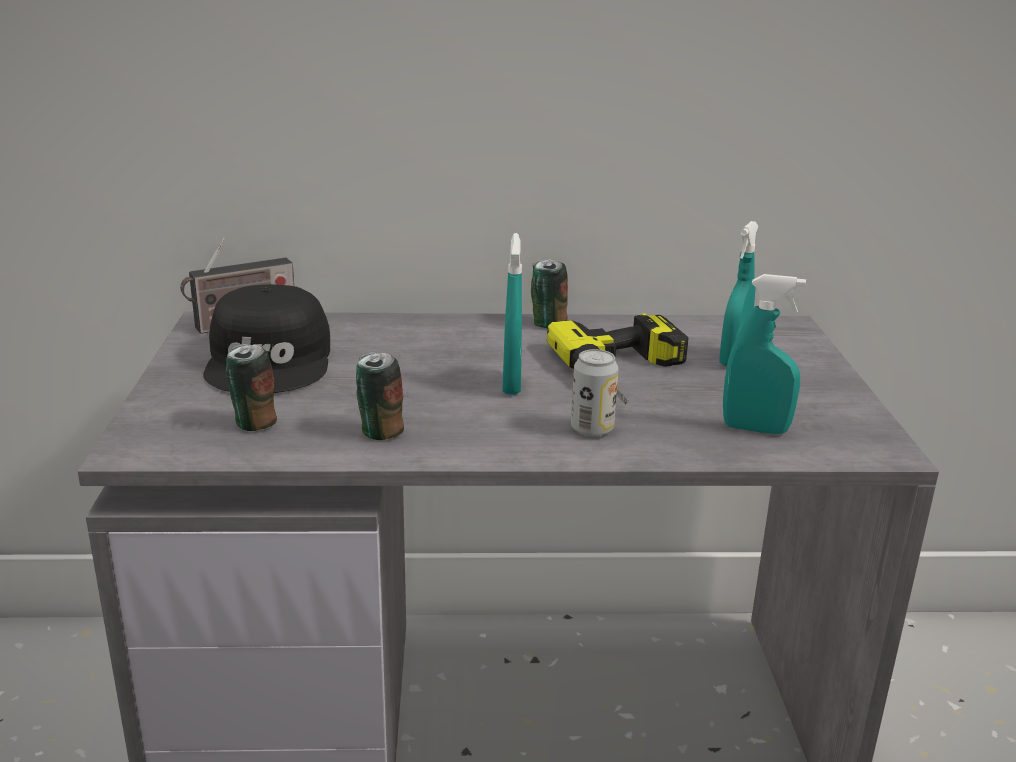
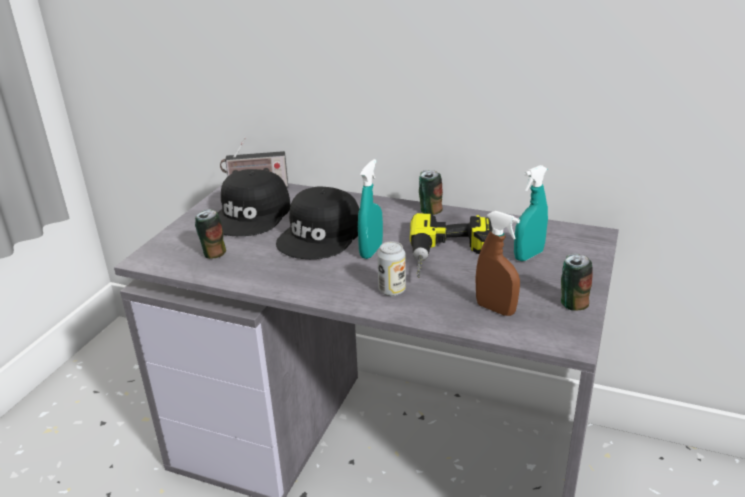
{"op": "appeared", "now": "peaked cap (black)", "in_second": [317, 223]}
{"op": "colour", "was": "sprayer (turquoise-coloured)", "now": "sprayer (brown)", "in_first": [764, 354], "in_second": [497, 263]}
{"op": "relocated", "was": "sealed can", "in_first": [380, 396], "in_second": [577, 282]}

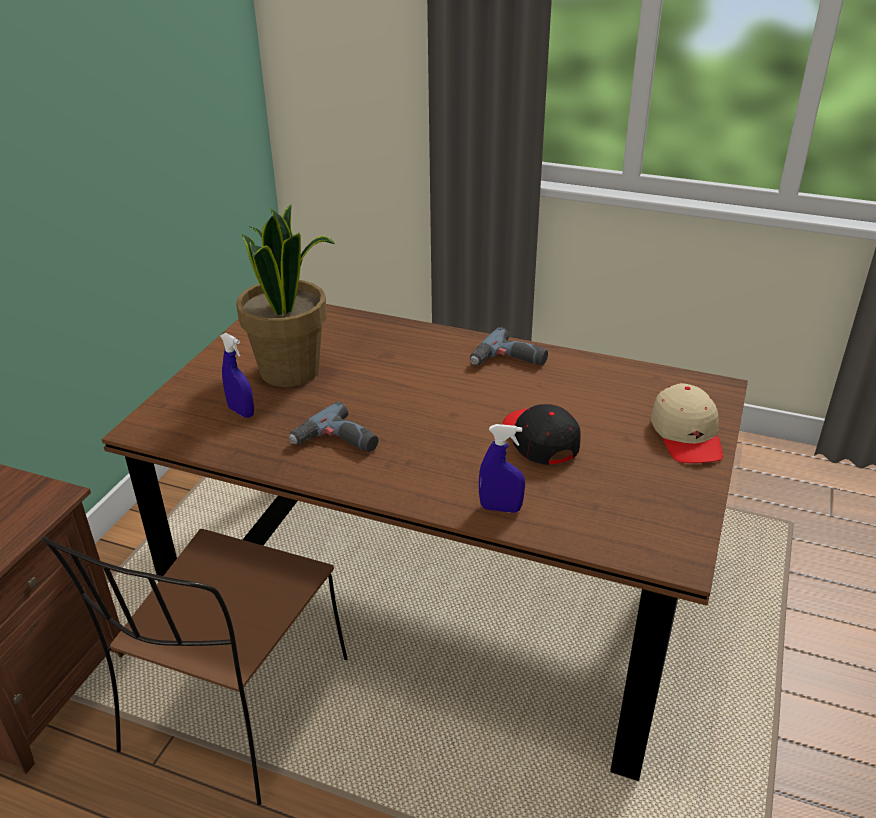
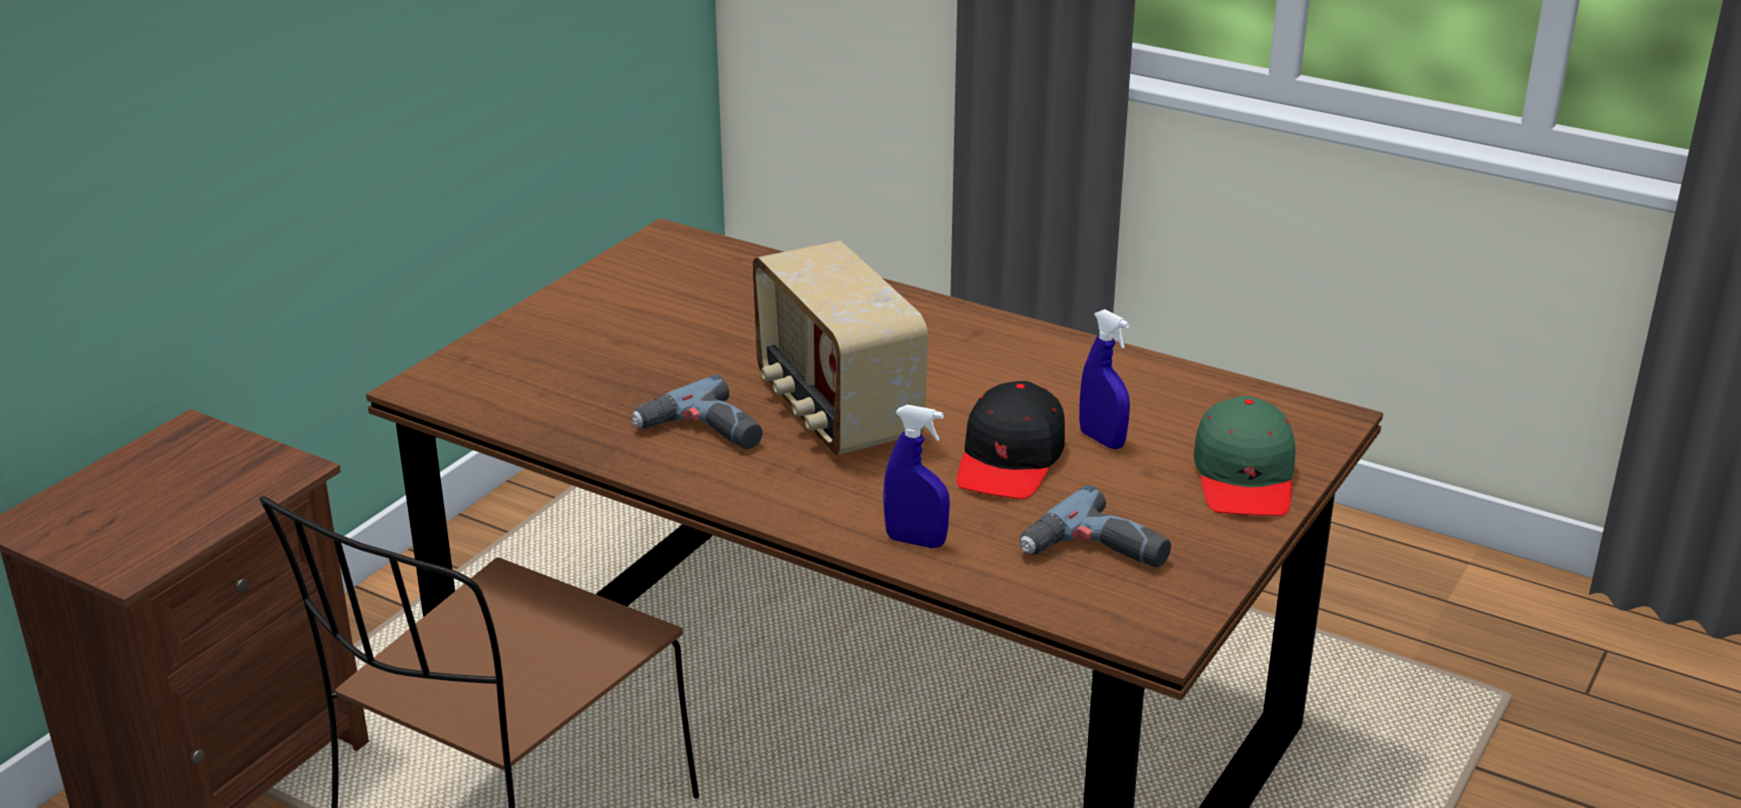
{"op": "appeared", "now": "radio receiver", "in_second": [840, 348]}
{"op": "spun", "was": "peaked cap (black)", "in_first": [542, 434], "in_second": [1011, 440], "clockwise": -150}
{"op": "relocated", "was": "electric drill", "in_first": [509, 346], "in_second": [1095, 526]}
{"op": "relocated", "was": "sprayer (blue-coloured)", "in_first": [237, 375], "in_second": [1104, 379]}
{"op": "colour", "was": "peaked cap (sand-coloured)", "now": "peaked cap (greenish)", "in_first": [687, 423], "in_second": [1244, 456]}
{"op": "missing", "was": "plant in a pot", "in_first": [285, 295]}

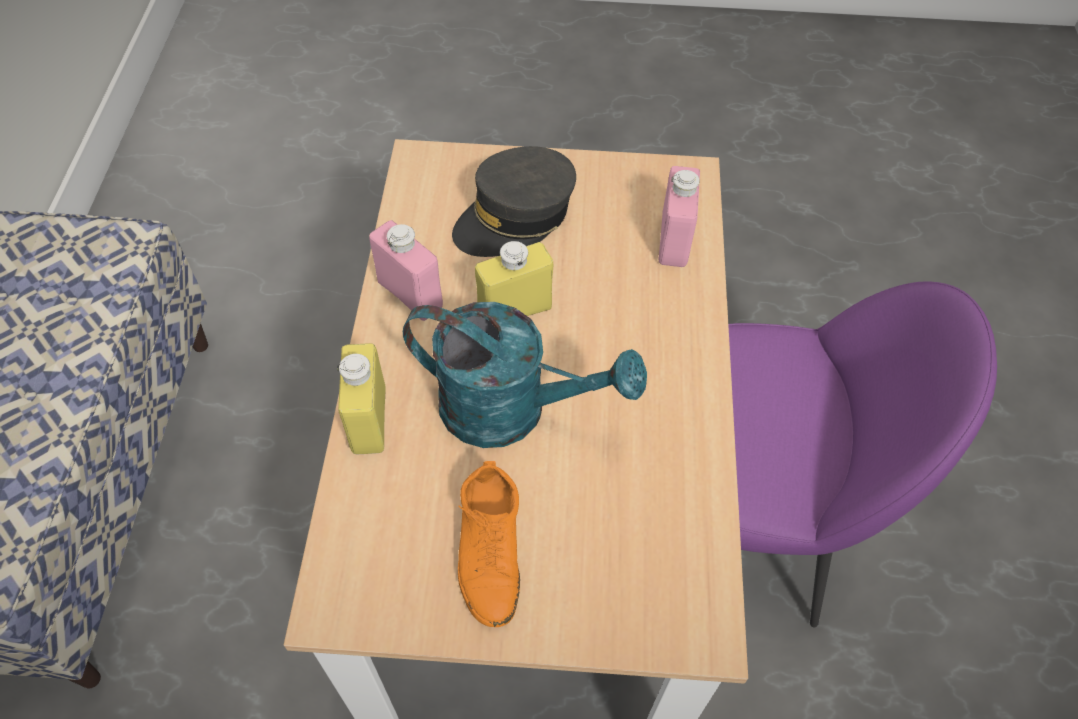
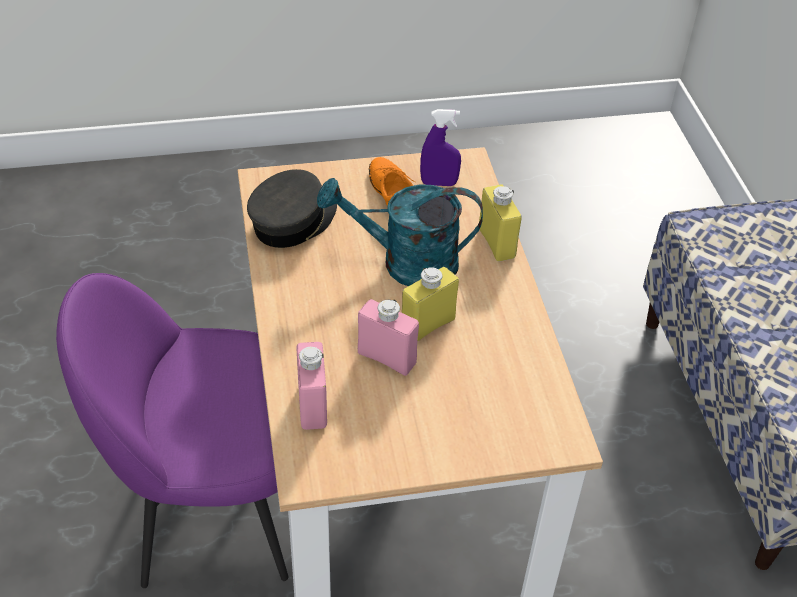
{"op": "relocated", "was": "peaked cap (grey)", "in_first": [514, 201], "in_second": [292, 208]}
{"op": "relocated", "was": "bottle (pink-coloured)", "in_first": [406, 270], "in_second": [388, 337]}
{"op": "appeared", "now": "sprayer (purple-coloured)", "in_second": [440, 147]}

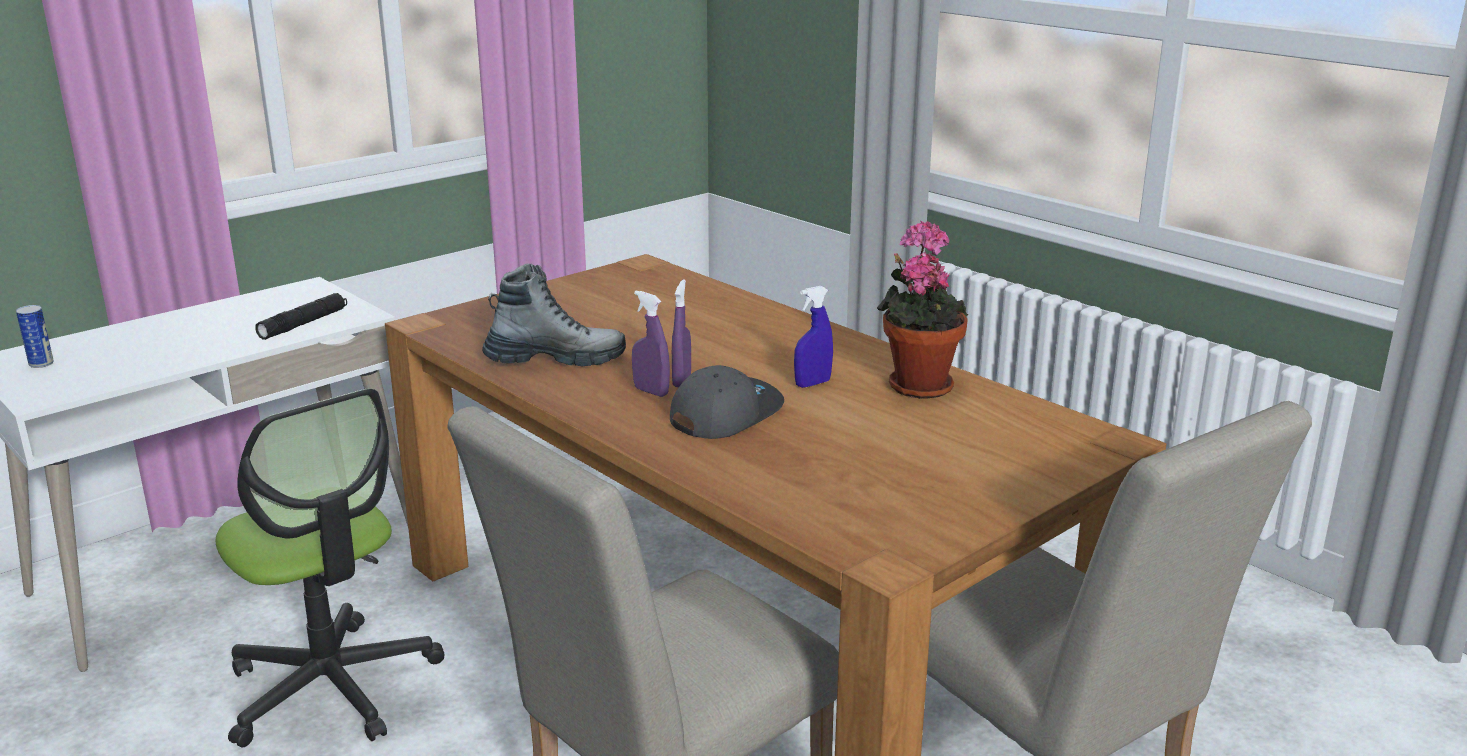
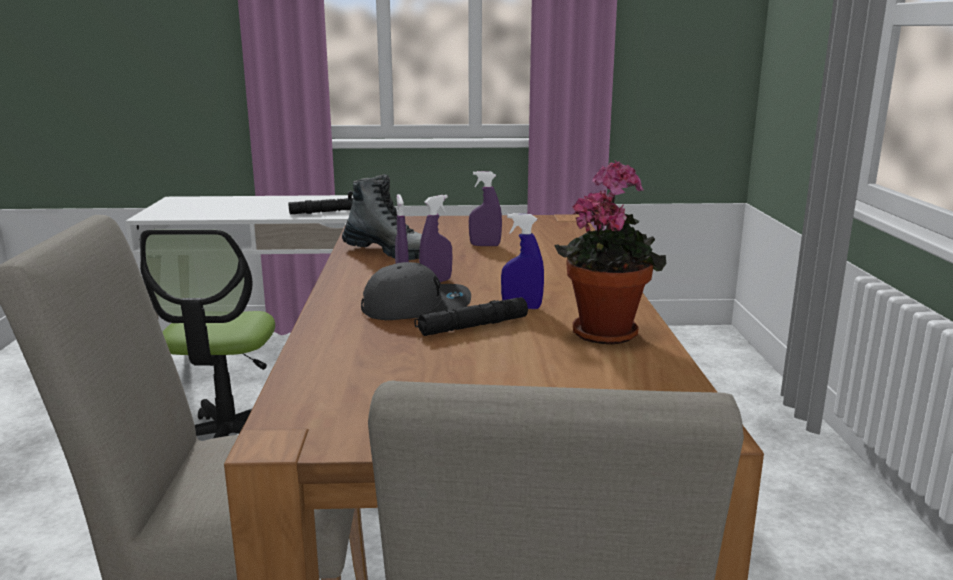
{"op": "appeared", "now": "torch (black)", "in_second": [471, 316]}
{"op": "appeared", "now": "sprayer (purple-coloured)", "in_second": [485, 208]}
{"op": "missing", "was": "sealed can", "in_first": [35, 336]}

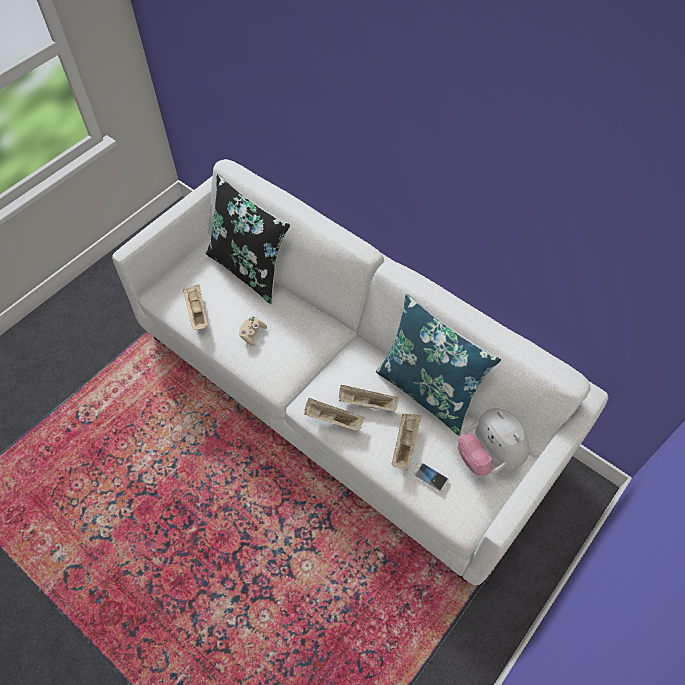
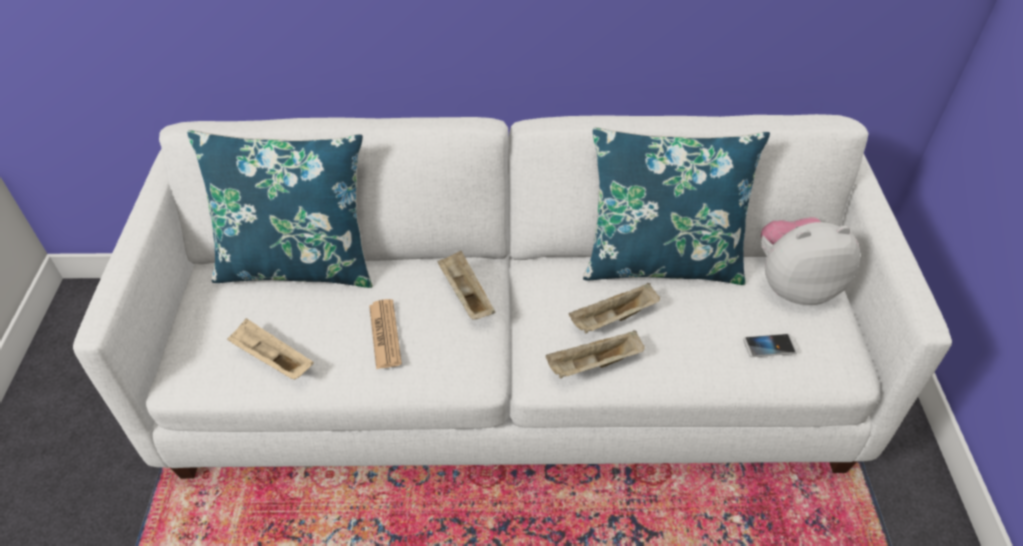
{"op": "colour", "was": "throw pillow (black)", "now": "throw pillow (blue-coloured)", "in_first": [247, 239], "in_second": [280, 209]}
{"op": "exchanged", "was": "game controller (sand-coloured)", "now": "newspaper", "in_first": [253, 331], "in_second": [385, 334]}
{"op": "relocated", "was": "tray (sand-coloured)", "in_first": [407, 442], "in_second": [466, 285]}
{"op": "spun", "was": "soft toy", "in_first": [494, 442], "in_second": [810, 261], "clockwise": 150}

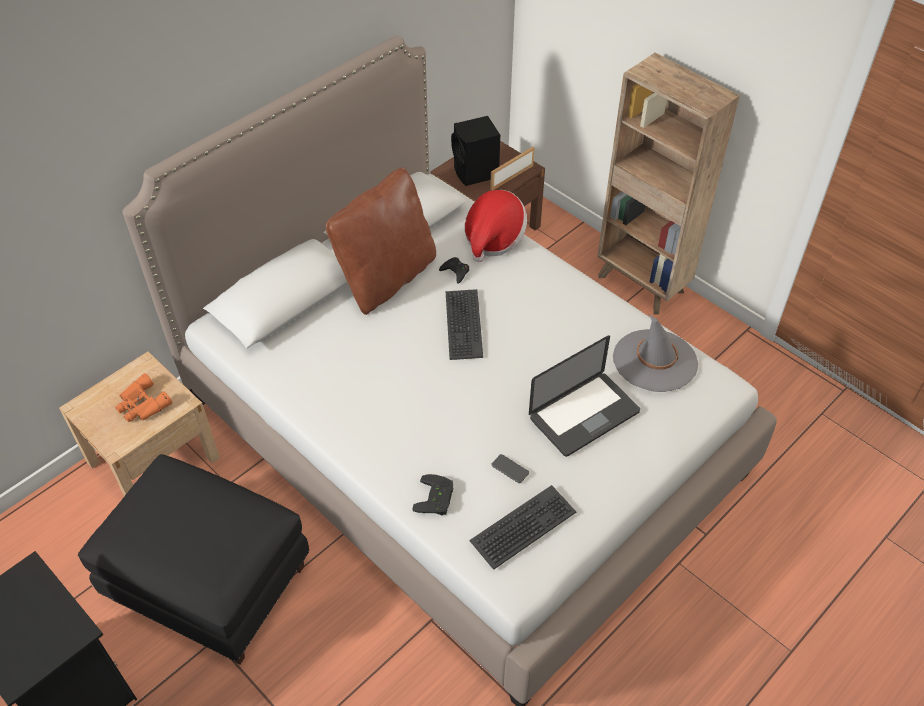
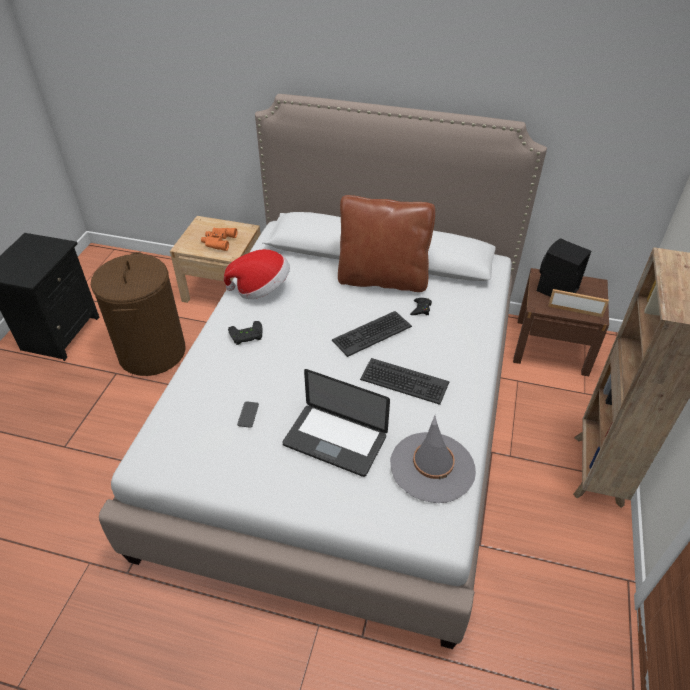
{"op": "exchanged", "was": "footrest (black)", "now": "washing basket (brown)", "in_first": [193, 559], "in_second": [138, 314]}
{"op": "relocated", "was": "clothing hat", "in_first": [496, 226], "in_second": [257, 274]}
{"op": "relocated", "was": "game controller (black)", "in_first": [432, 494], "in_second": [245, 333]}
{"op": "relocated", "was": "computer keyboard", "in_first": [523, 527], "in_second": [404, 381]}

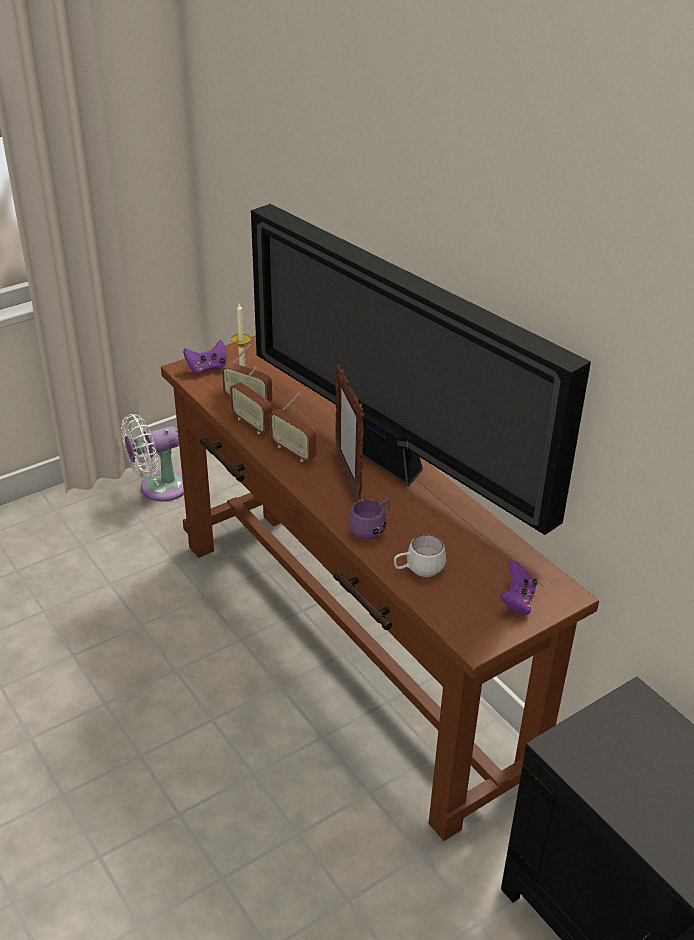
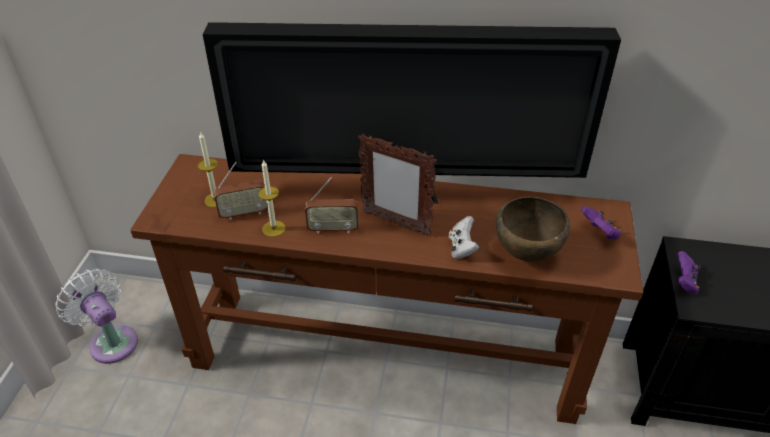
{"op": "spun", "was": "electric fan (white)", "in_first": [152, 458], "in_second": [96, 316], "clockwise": 120}
{"op": "exchanged", "was": "radio receiver", "now": "wax candle", "in_first": [251, 400], "in_second": [271, 198]}
{"op": "exchanged", "was": "mug (purple-coloured)", "now": "game controller (white)", "in_first": [369, 519], "in_second": [464, 237]}
{"op": "exchanged", "was": "mug (white)", "now": "deep dish (brown)", "in_first": [420, 556], "in_second": [533, 229]}
{"op": "relocated", "was": "game controller (purple-coloured)", "in_first": [205, 357], "in_second": [689, 272]}

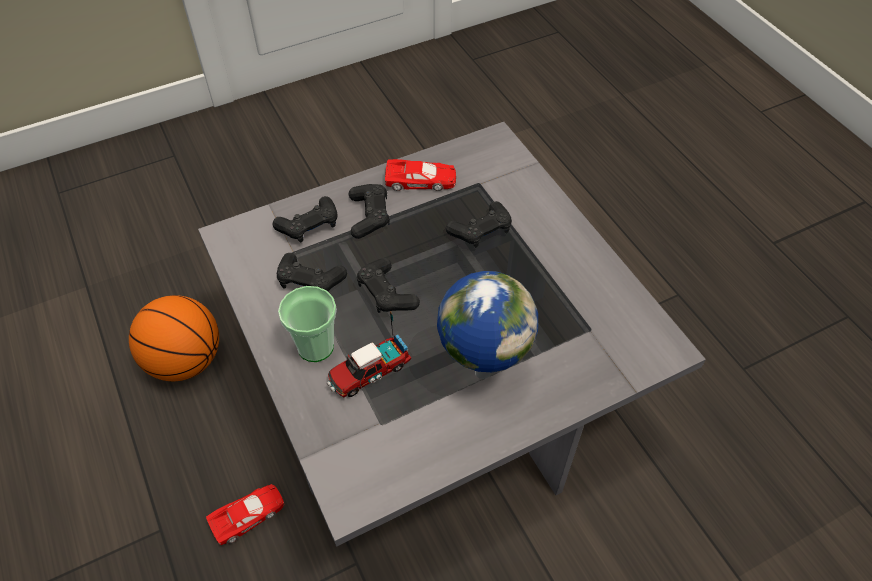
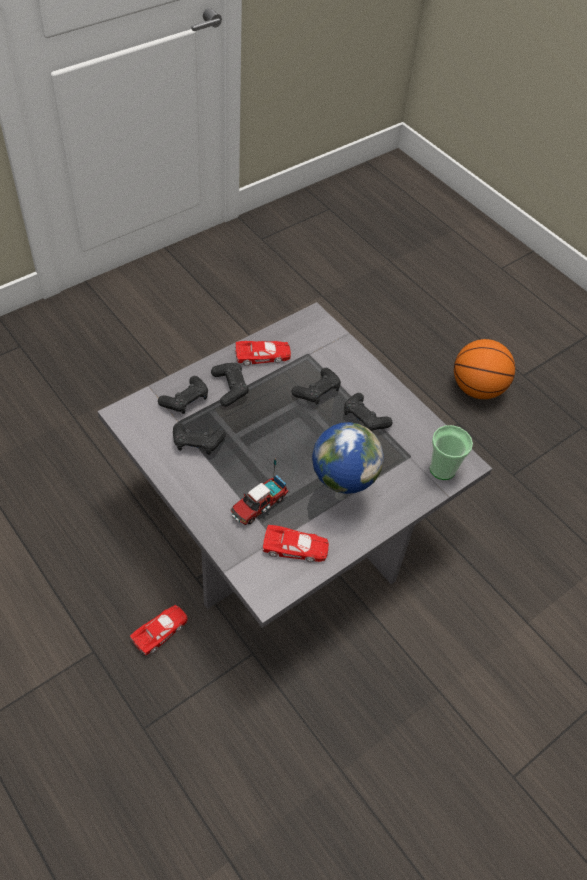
{"op": "appeared", "now": "toy car (red)", "in_second": [296, 543]}
{"op": "relocated", "was": "game controller (black)", "in_first": [388, 285], "in_second": [368, 412]}
{"op": "relocated", "was": "drinking cup", "in_first": [307, 324], "in_second": [451, 452]}
{"op": "relocated", "was": "ball for basketball", "in_first": [174, 338], "in_second": [484, 369]}

